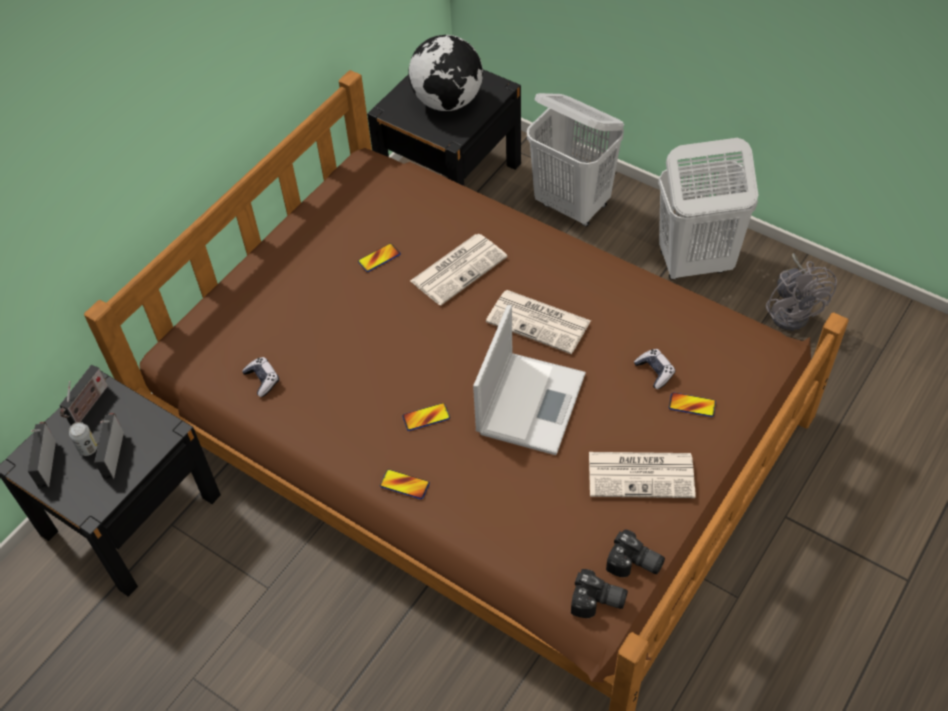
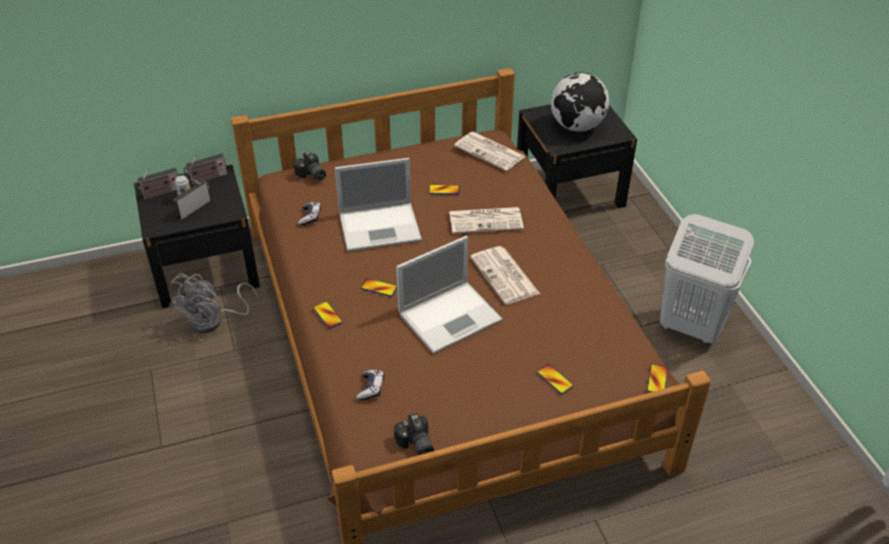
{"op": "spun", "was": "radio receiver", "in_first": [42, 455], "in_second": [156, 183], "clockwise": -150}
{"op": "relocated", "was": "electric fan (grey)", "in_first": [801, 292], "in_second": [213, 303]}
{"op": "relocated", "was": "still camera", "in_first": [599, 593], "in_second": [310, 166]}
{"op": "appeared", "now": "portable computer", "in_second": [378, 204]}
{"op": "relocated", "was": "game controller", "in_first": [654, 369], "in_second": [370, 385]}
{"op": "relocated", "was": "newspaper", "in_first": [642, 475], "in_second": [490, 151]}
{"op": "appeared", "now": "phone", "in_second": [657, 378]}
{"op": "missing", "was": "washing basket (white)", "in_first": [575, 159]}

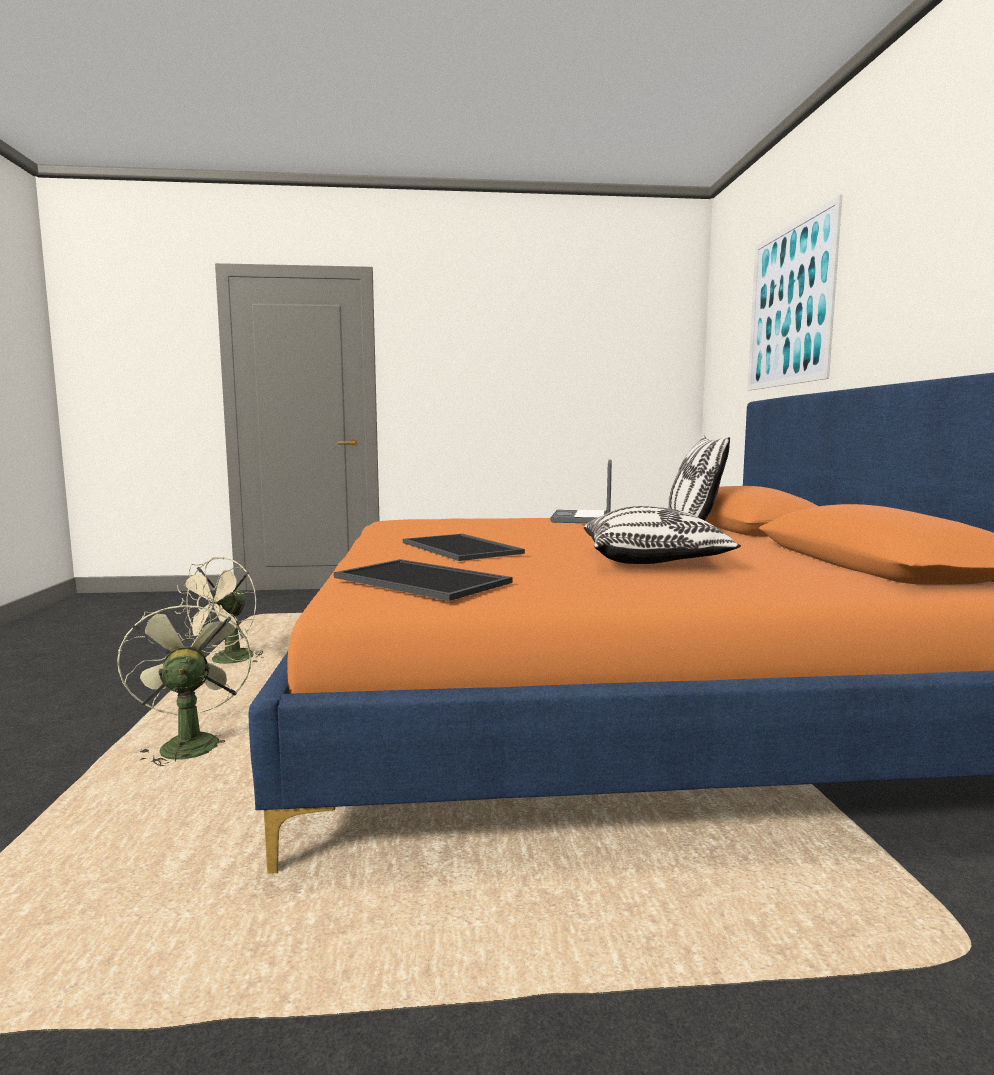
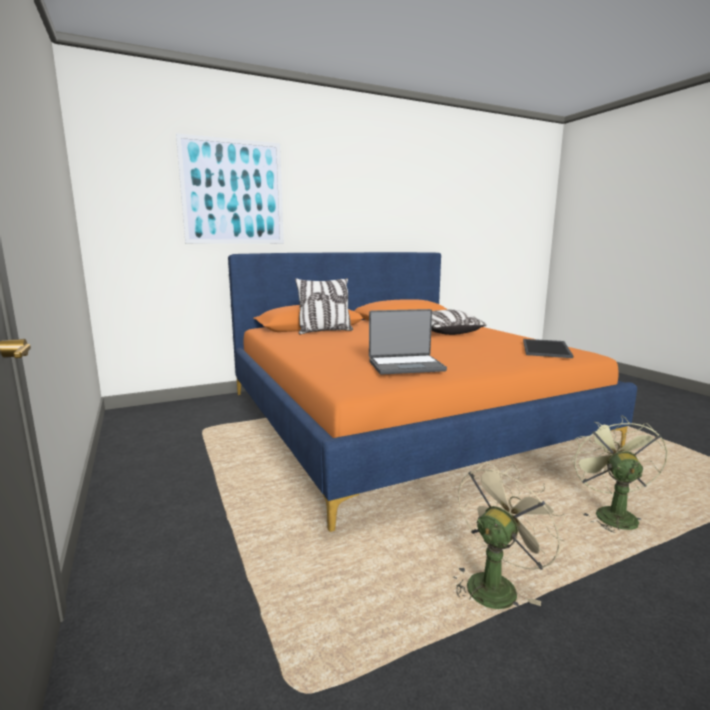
{"op": "relocated", "was": "portable computer", "in_first": [581, 491], "in_second": [408, 342]}
{"op": "spun", "was": "electric fan (sand-coloured)", "in_first": [219, 610], "in_second": [508, 535], "clockwise": -45}
{"op": "spun", "was": "electric fan (greenish)", "in_first": [184, 682], "in_second": [619, 474], "clockwise": 135}
{"op": "missing", "was": "tray", "in_first": [464, 547]}

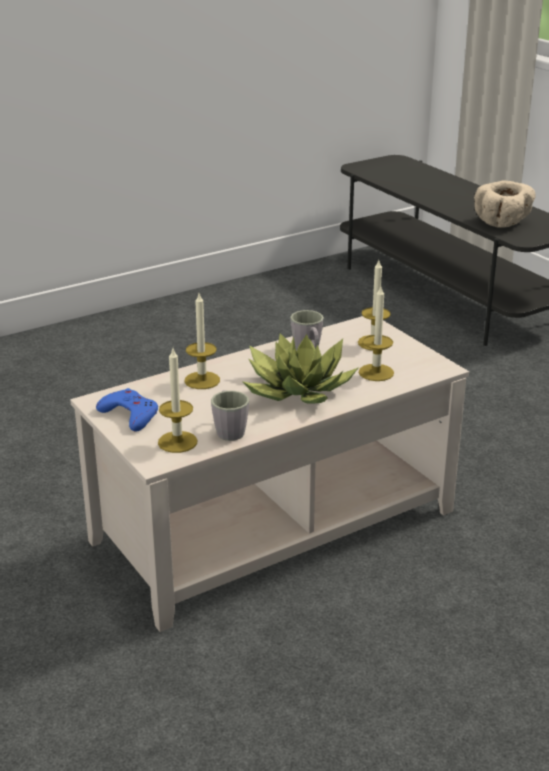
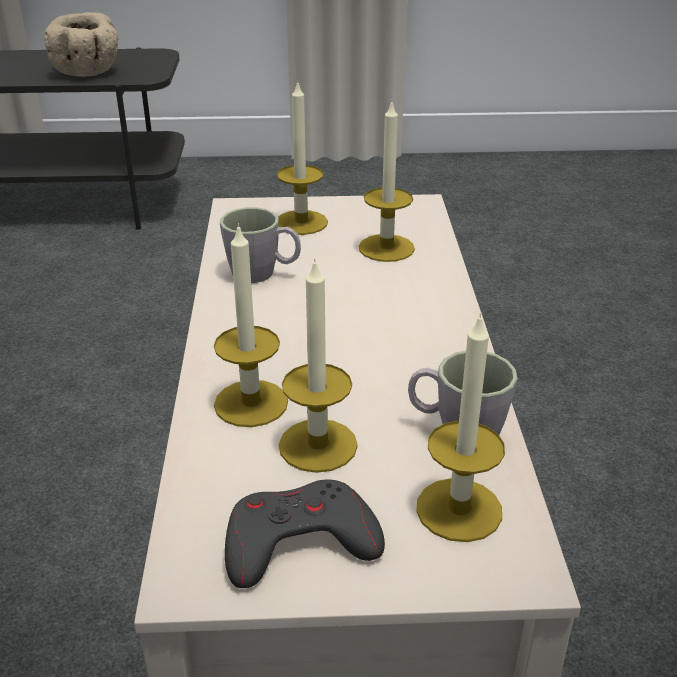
{"op": "colour", "was": "game controller (blue-coloured)", "now": "game controller (grey)", "in_first": [127, 409], "in_second": [305, 533]}
{"op": "appeared", "now": "wax candle", "in_second": [318, 365]}
{"op": "missing", "was": "plant in a pot", "in_first": [300, 368]}

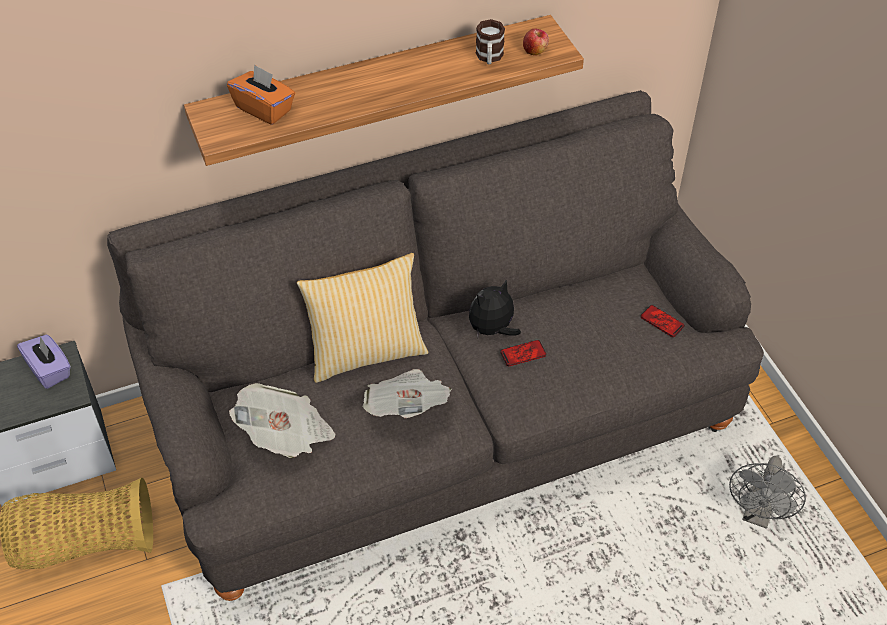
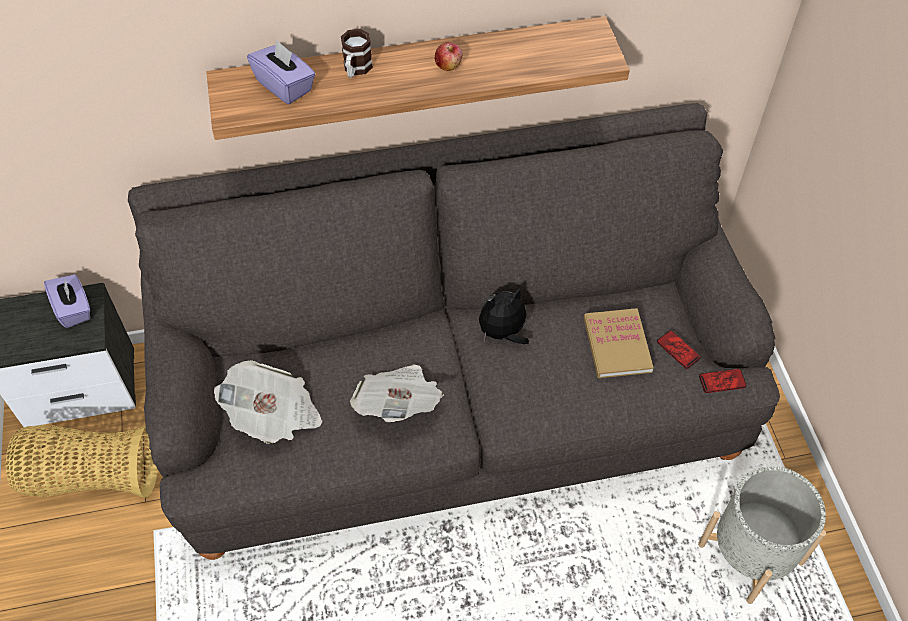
{"op": "colour", "was": "tissue holder (orangey)", "now": "tissue holder (purple-coloured)", "in_first": [261, 94], "in_second": [281, 71]}
{"op": "relocated", "was": "mug", "in_first": [490, 41], "in_second": [357, 53]}
{"op": "relocated", "was": "apple fruit", "in_first": [536, 42], "in_second": [448, 56]}
{"op": "appeared", "now": "volume", "in_second": [619, 343]}
{"op": "exchanged", "was": "electric fan (grey)", "now": "planter (grey)", "in_first": [767, 492], "in_second": [762, 535]}
{"op": "relocated", "was": "phone", "in_first": [523, 353], "in_second": [723, 381]}
{"op": "missing", "was": "throw pillow", "in_first": [363, 318]}

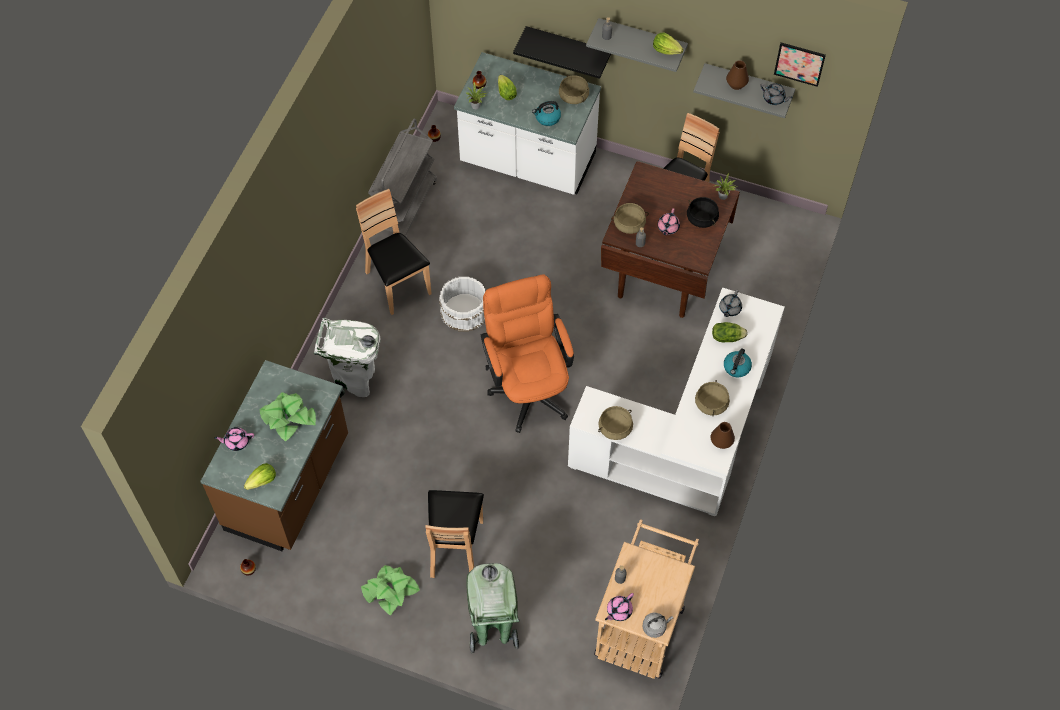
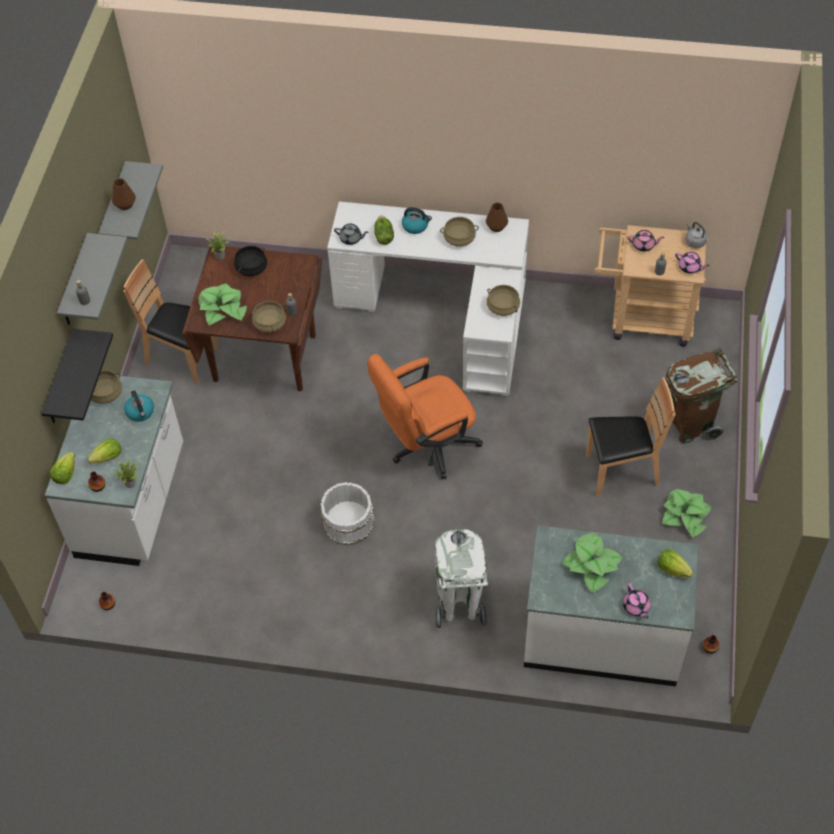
{"op": "relocated", "was": "lettuce head", "in_first": [668, 44], "in_second": [62, 468]}
{"op": "appeared", "now": "plant in a pot", "in_second": [222, 304]}
{"op": "colour", "was": "counter (brown)", "now": "counter (white)", "in_first": [274, 455], "in_second": [611, 605]}
{"op": "relocated", "was": "tea pot (pink-coloured)", "in_first": [669, 221], "in_second": [645, 241]}
{"op": "colour", "was": "trash can (greenish)", "now": "trash can (brown)", "in_first": [493, 608], "in_second": [702, 395]}
{"op": "missing", "was": "chair (brown)", "in_first": [394, 252]}
{"op": "missing", "was": "trolley (grey)", "in_first": [402, 178]}
{"op": "missing", "was": "tea pot (grey)", "in_first": [776, 94]}
{"op": "missing", "was": "picture", "in_first": [800, 64]}

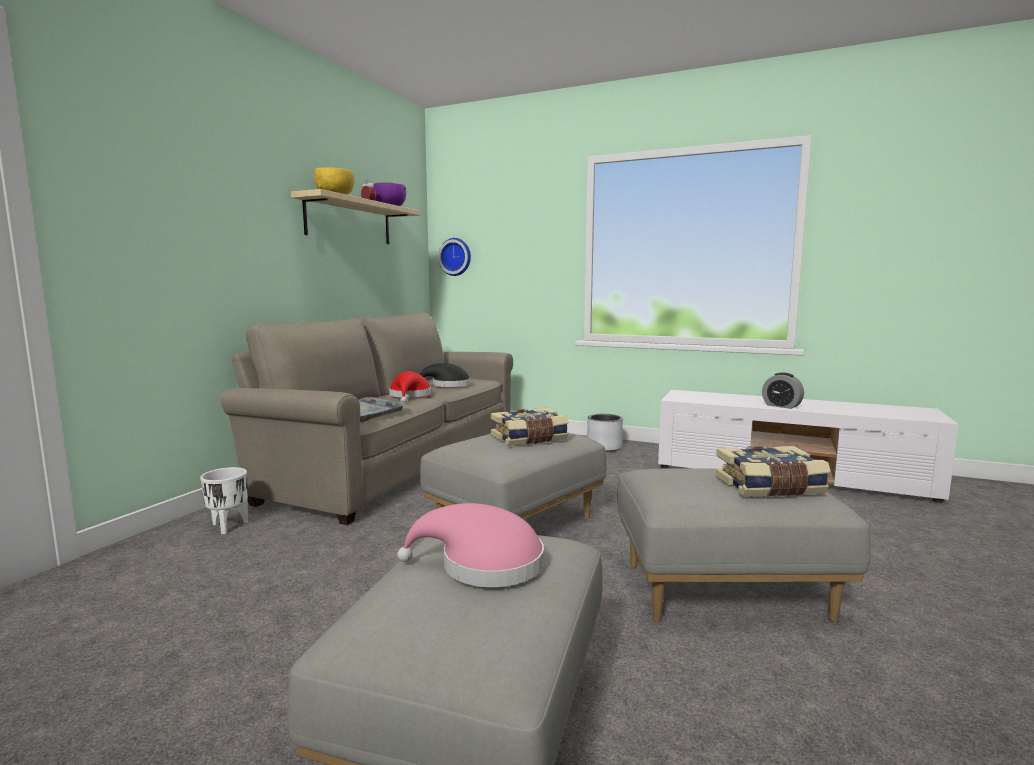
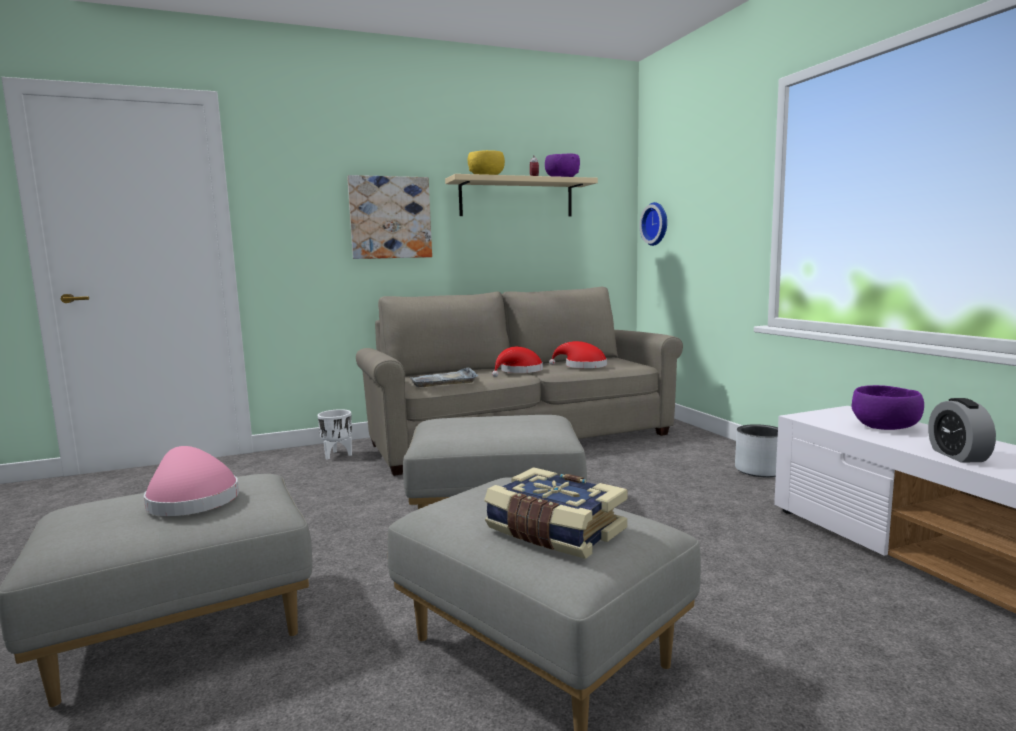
{"op": "appeared", "now": "picture", "in_second": [389, 217]}
{"op": "colour", "was": "clothing hat (black)", "now": "clothing hat (red)", "in_first": [445, 375], "in_second": [578, 354]}
{"op": "appeared", "now": "deep dish (purple-coloured)", "in_second": [887, 407]}
{"op": "missing", "was": "volume", "in_first": [530, 427]}

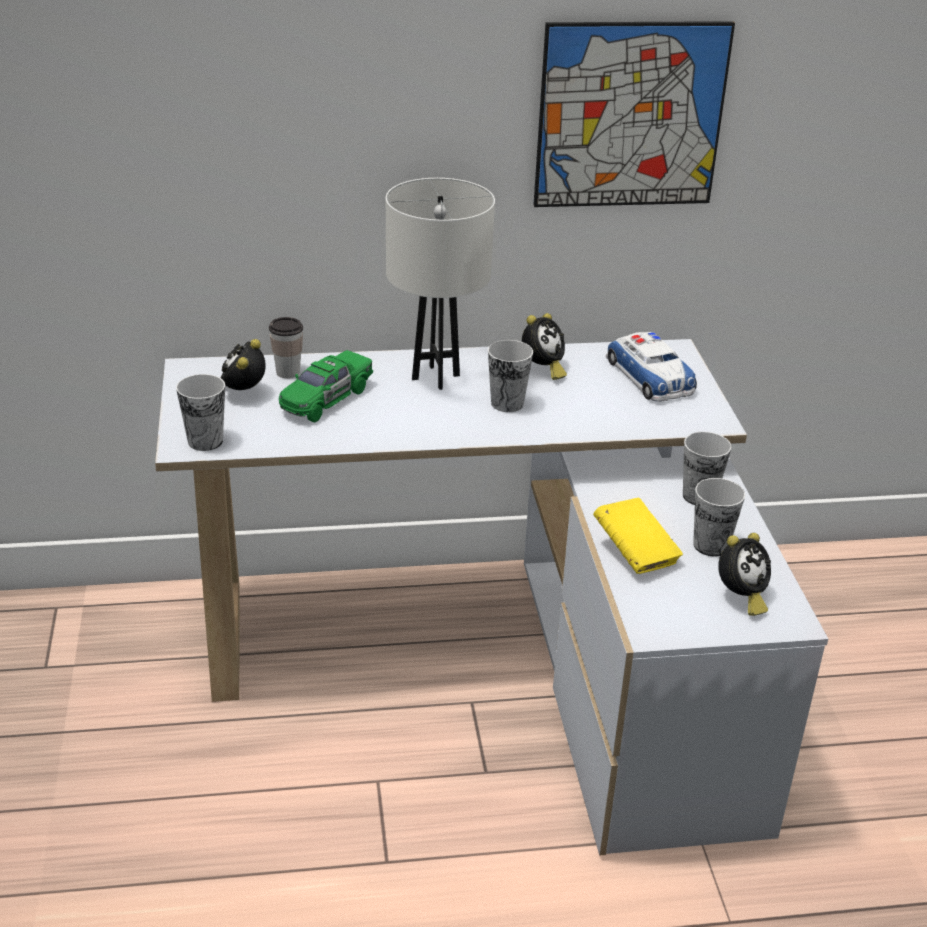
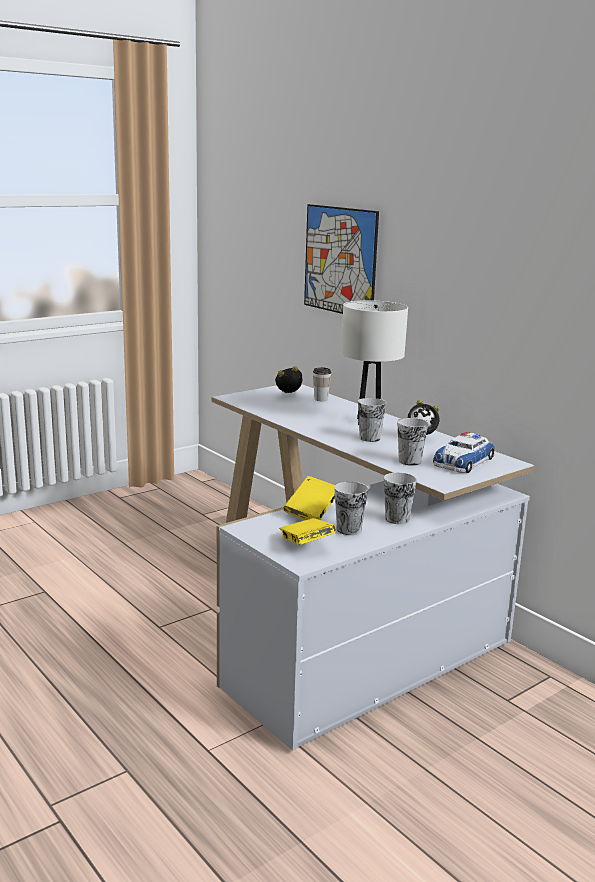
{"op": "exchanged", "was": "table clock", "now": "volume (yellow)", "in_first": [744, 574], "in_second": [307, 531]}
{"op": "relocated", "was": "picture", "in_first": [634, 114], "in_second": [341, 259]}
{"op": "relocated", "was": "drinking cup", "in_first": [200, 412], "in_second": [412, 442]}
{"op": "missing", "was": "toy car (greenish)", "in_first": [326, 386]}

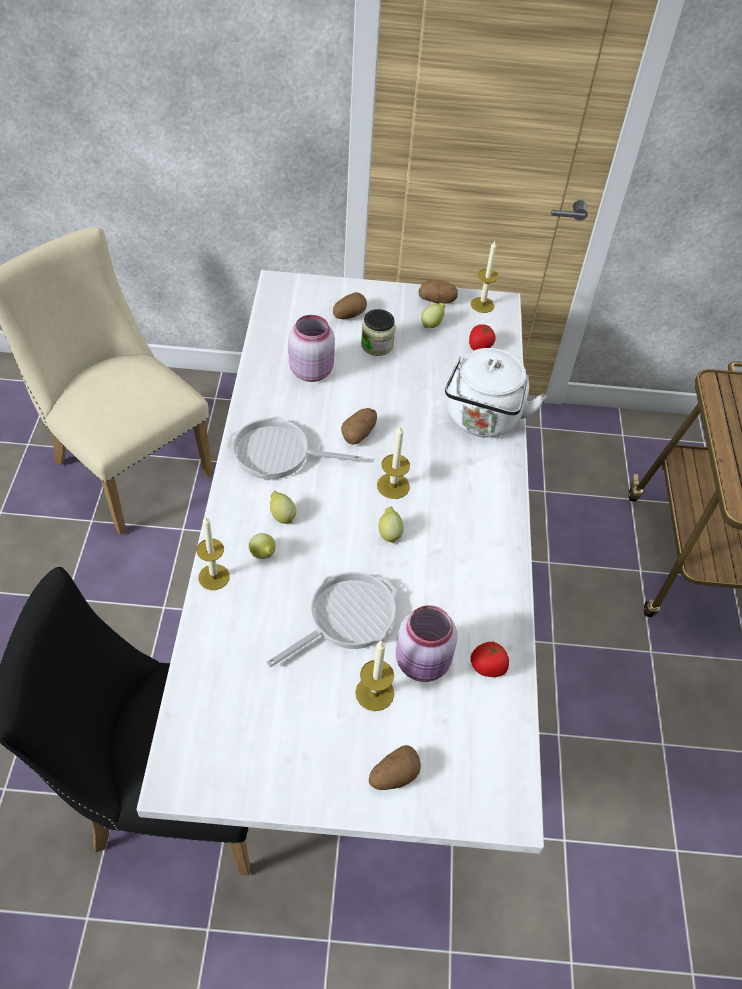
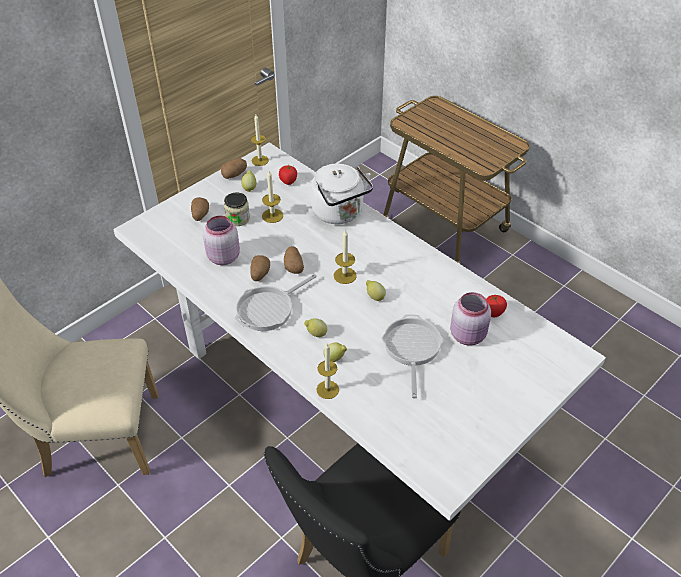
{"op": "relocated", "was": "potato", "in_first": [395, 767], "in_second": [260, 268]}
{"op": "relocated", "was": "wax candle", "in_first": [374, 675], "in_second": [272, 197]}

